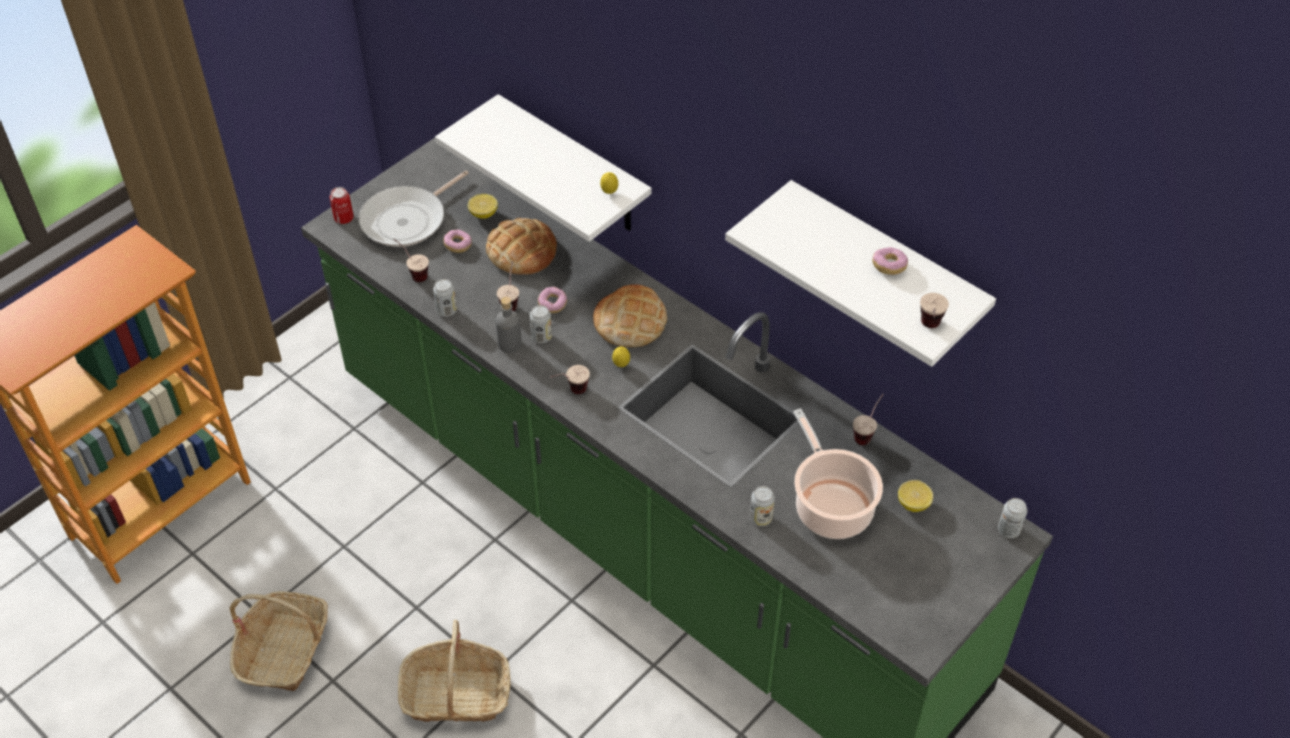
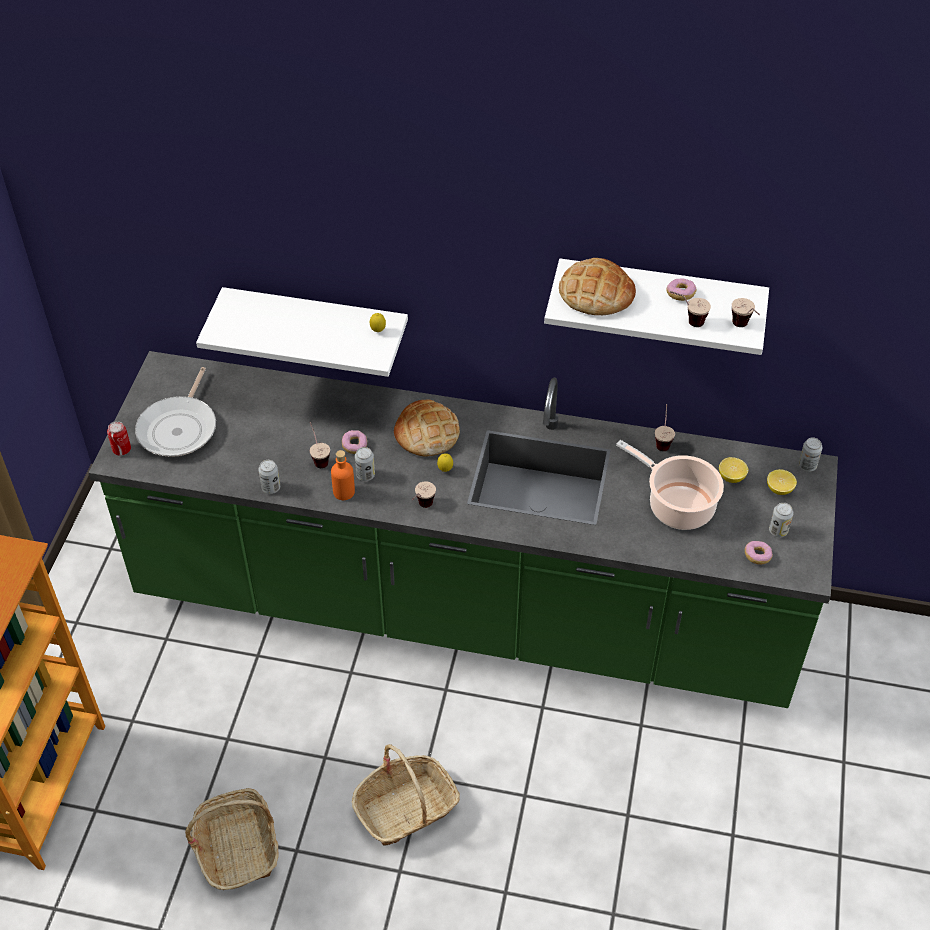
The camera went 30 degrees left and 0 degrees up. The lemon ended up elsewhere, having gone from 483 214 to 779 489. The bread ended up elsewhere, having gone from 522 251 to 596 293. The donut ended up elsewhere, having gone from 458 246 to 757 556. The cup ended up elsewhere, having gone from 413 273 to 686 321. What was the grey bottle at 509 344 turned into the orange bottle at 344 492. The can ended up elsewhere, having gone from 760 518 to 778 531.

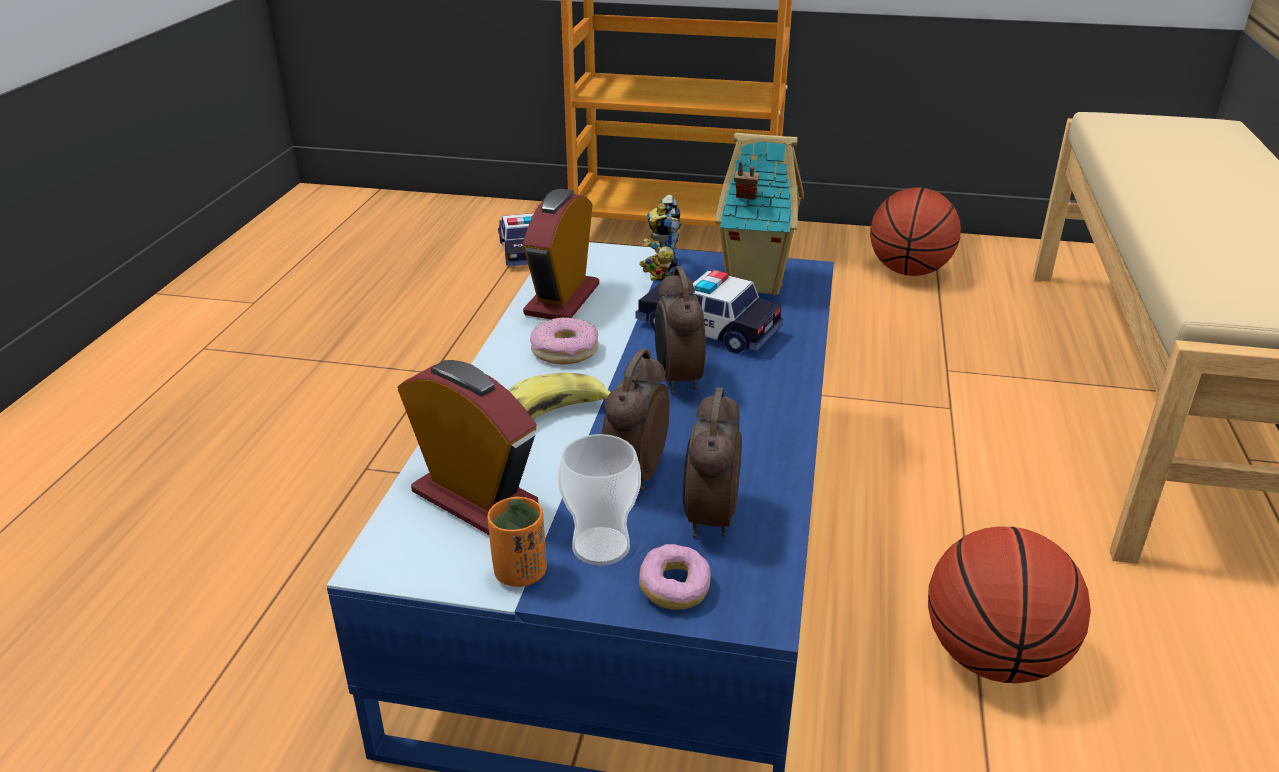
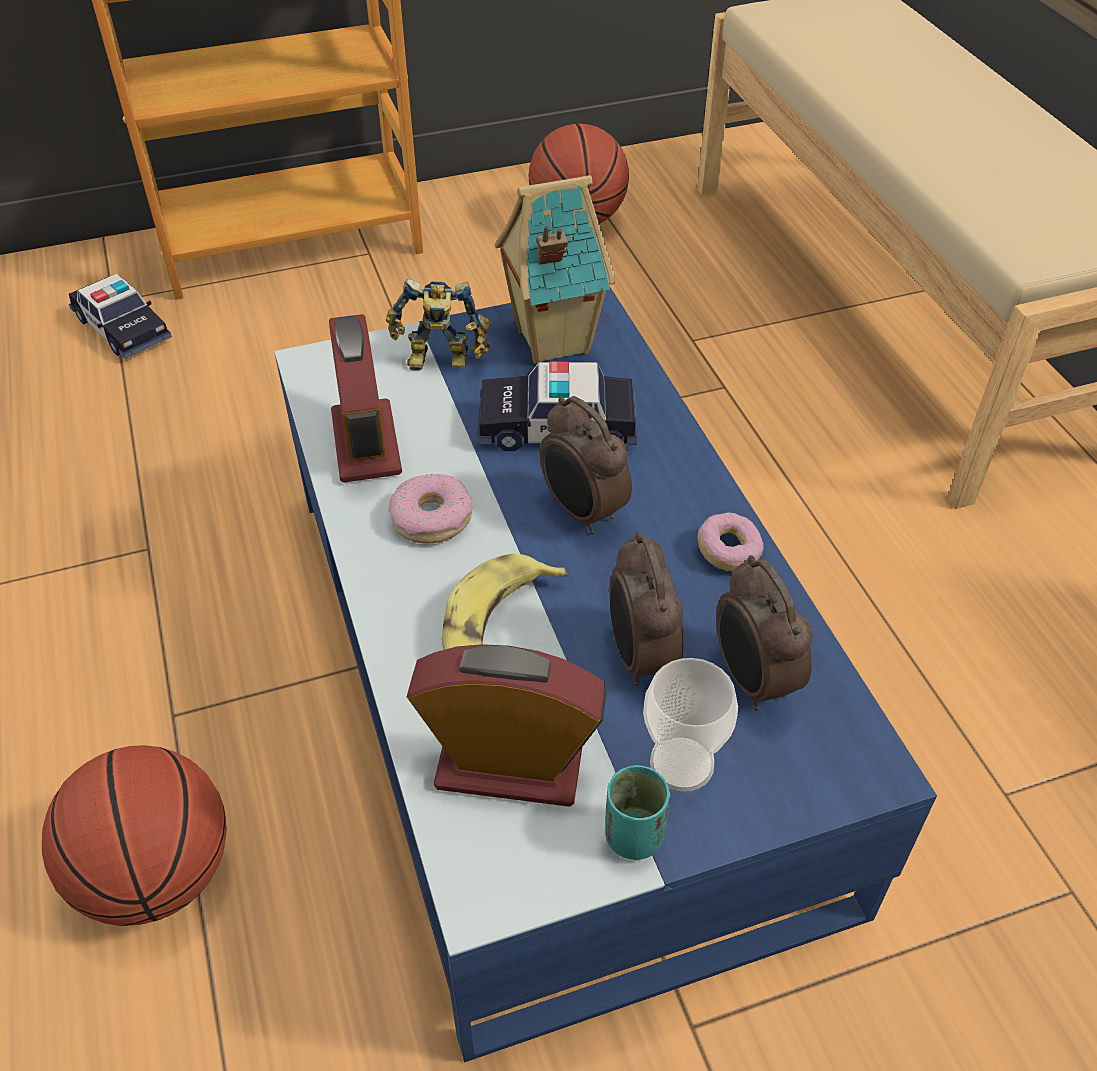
The camera went 30 degrees left and 15 degrees up. The toy robot at 659 272 ended up facing another way, 60 degrees counterclockwise from before. What was the orange cup at 520 573 turned into the turquoise cup at 633 836. The basketball ended up elsewhere, having gone from 993 658 to 158 875. The donut ended up elsewhere, having gone from 674 589 to 728 552.

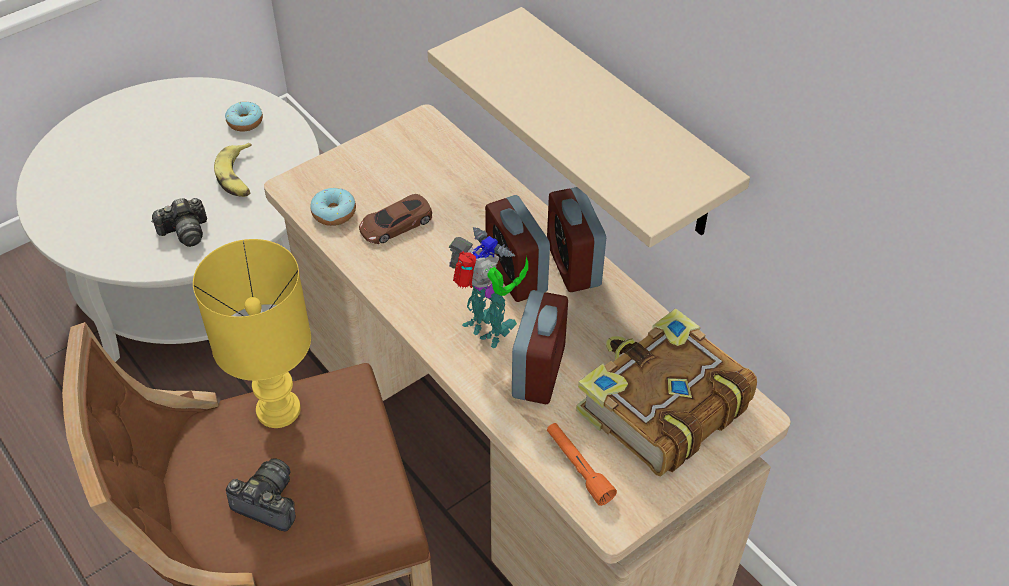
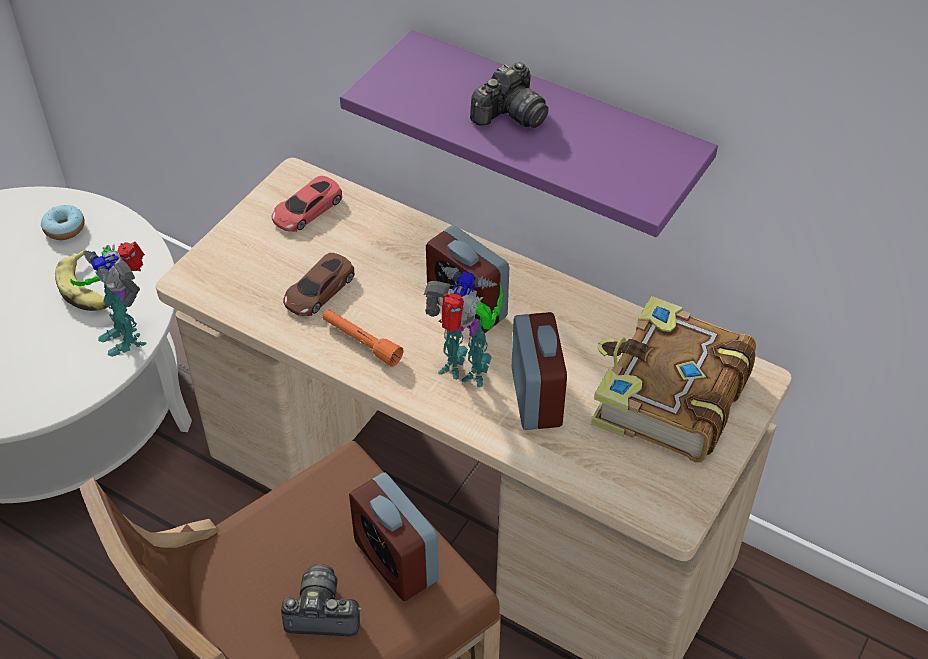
The camera went 20 degrees left and 0 degrees up. What was the beige shelf at 623 126 turned into the purple shelf at 554 128. The alarm clock ended up elsewhere, having gone from 573 265 to 396 561. The second view lost the donut at 334 213. The photo camera ended up elsewhere, having gone from 185 232 to 510 114. The second view lost the yellow table lamp at 279 408. The orange flashlight ended up elsewhere, having gone from 578 467 to 361 342. The second view gained the red toy car at 307 209. The second view gained the toy robot at 126 335.

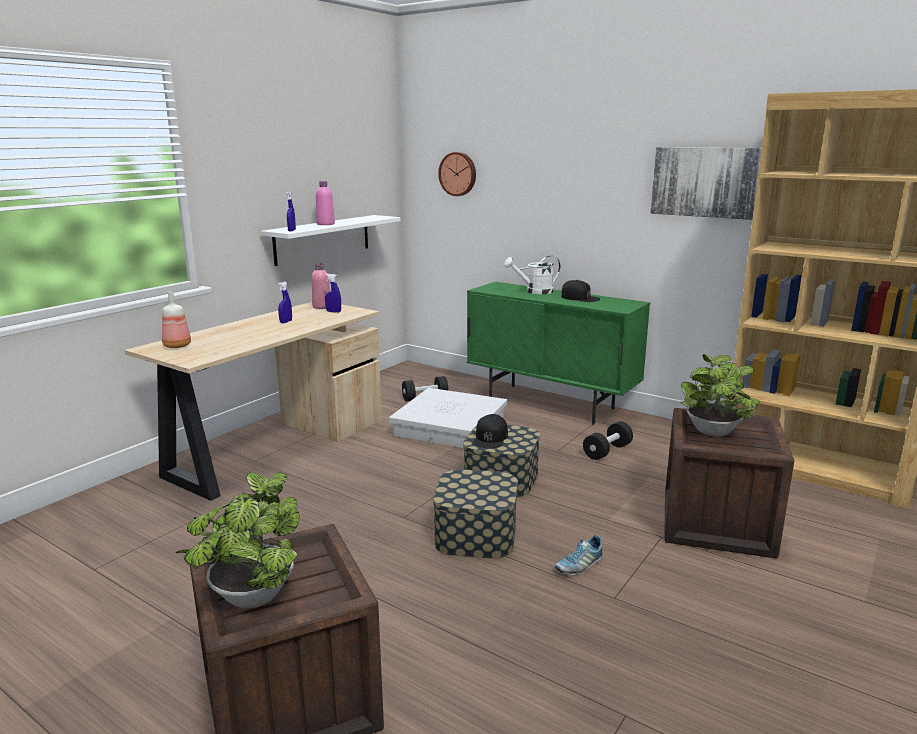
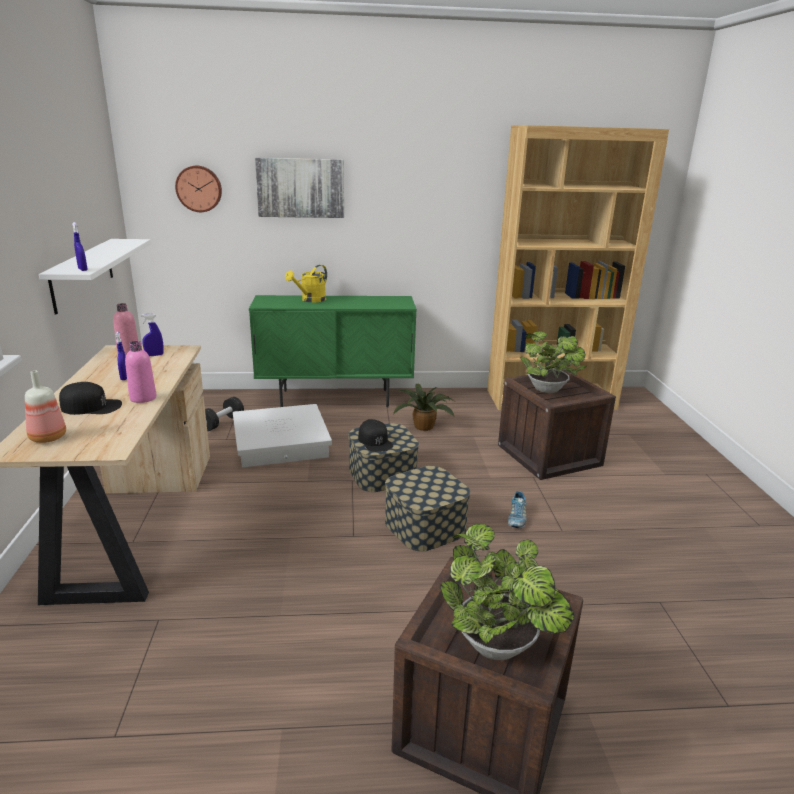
The camera went 40 degrees left and 5 degrees up. The picture ended up elsewhere, having gone from 705 182 to 300 188. The pink bottle ended up elsewhere, having gone from 325 224 to 143 398. What was the white watering can at 534 291 turned into the yellow watering can at 310 300. The black cap ended up elsewhere, having gone from 580 298 to 91 406. Where the black dumbbell stood at 607 451, the potted plant came to stand at 424 426.

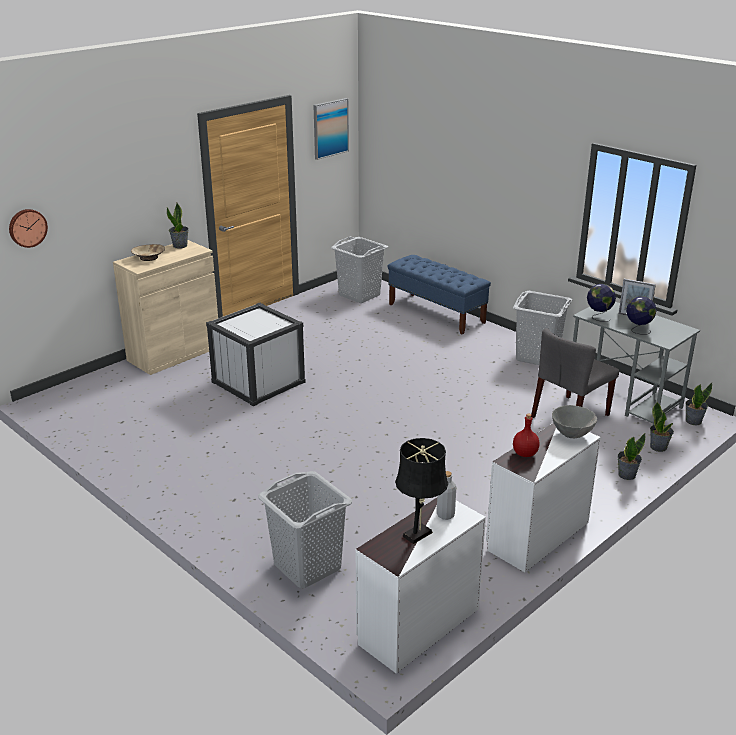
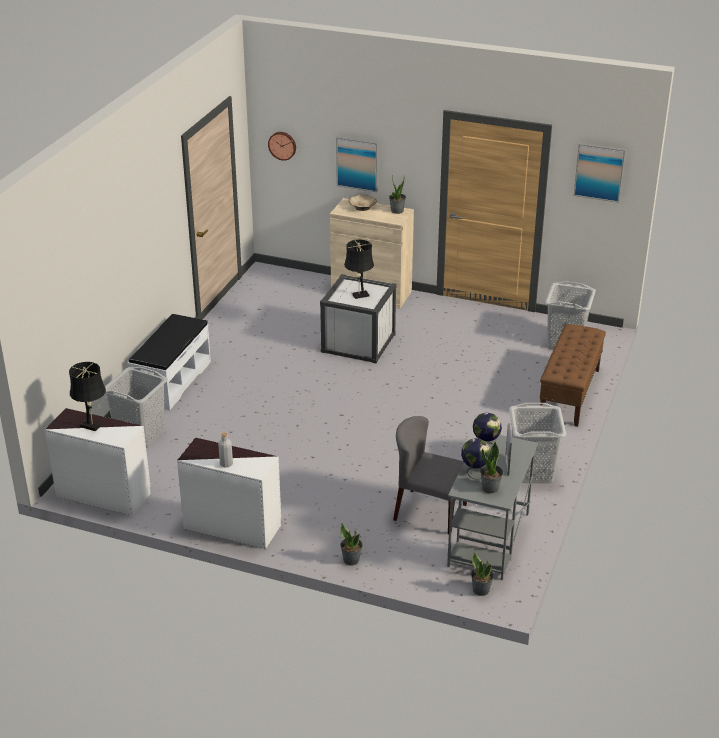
The camera went 65 degrees right and 5 degrees up. What was the blue bench at 436 313 turned into the brown bench at 569 394. The potted plant ended up elsewhere, having gone from 658 447 to 490 488. The second view lost the grey bowl at 572 434. The second view lost the red bottle at 525 453. The grey bottle ended up elsewhere, having gone from 445 515 to 226 464. The second view gained the picture at 357 163. The second view gained the black table lamp at 359 295. The second view gained the white bench at 172 381.

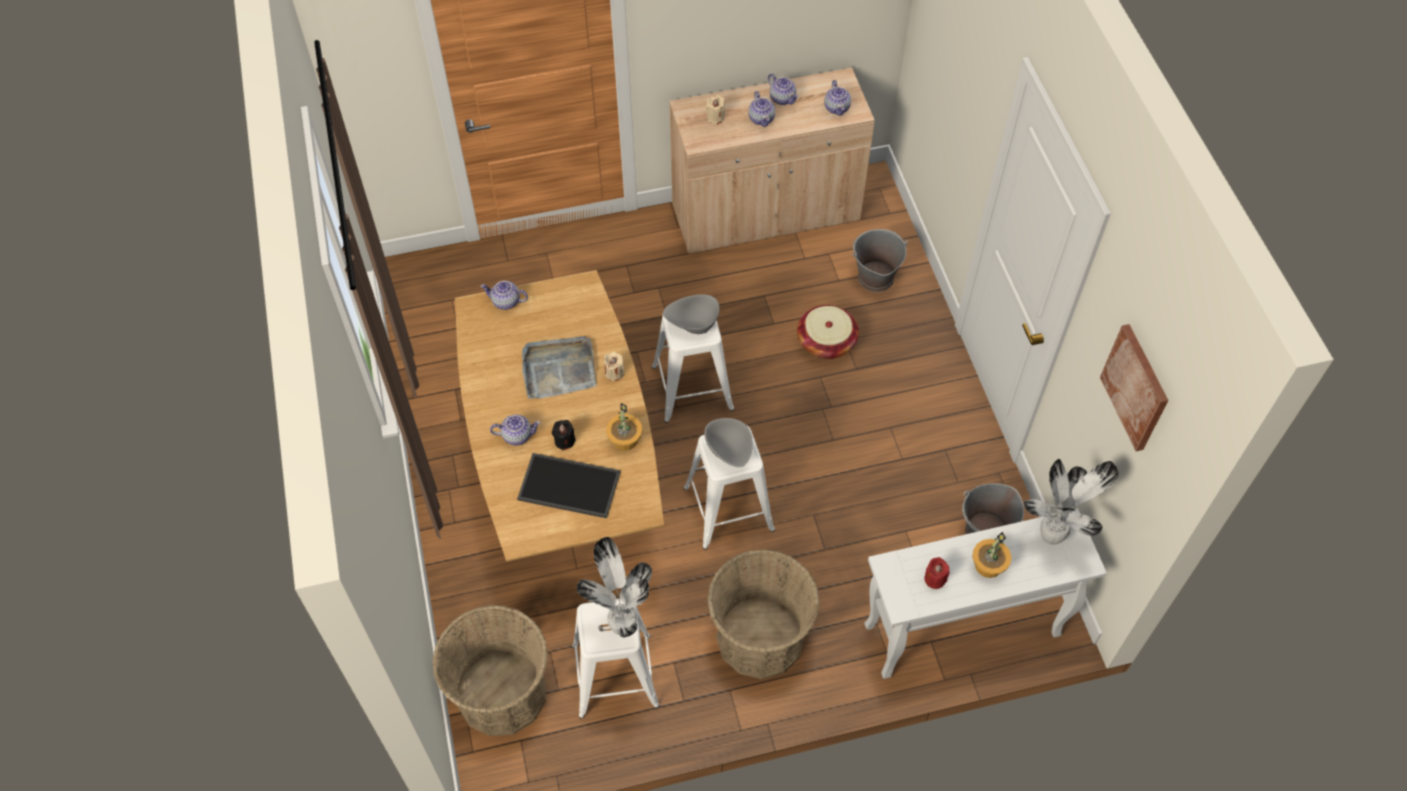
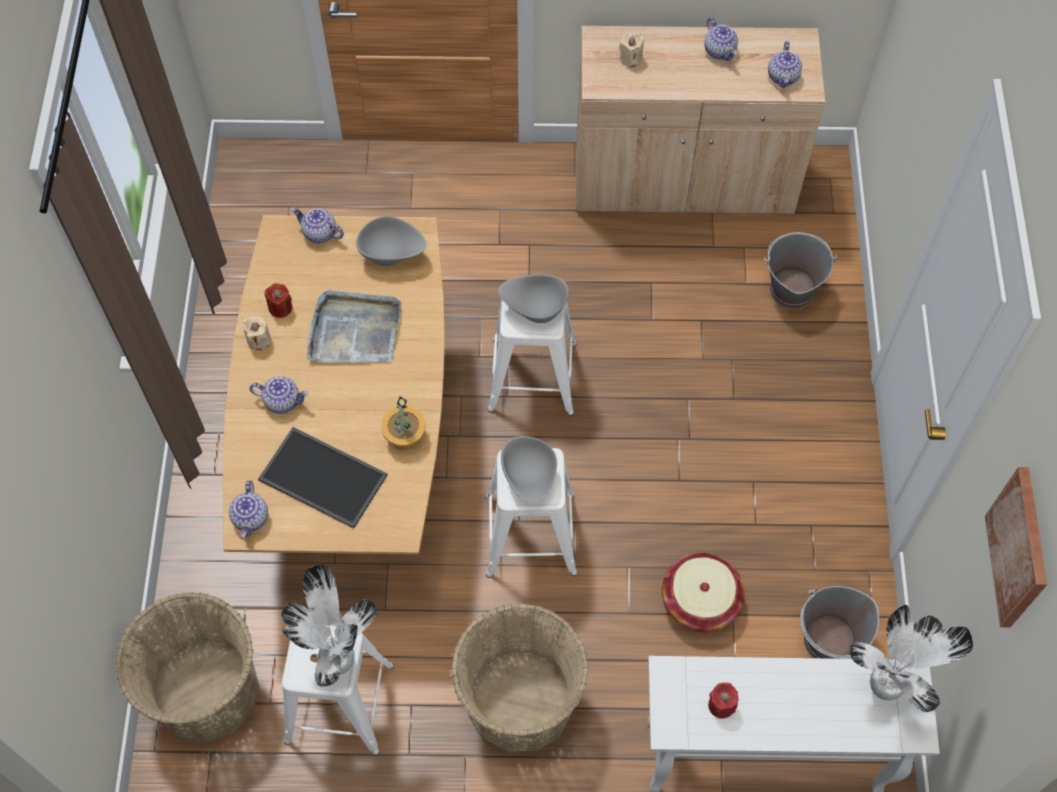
The camera went 15 degrees right and 5 degrees up. The teapot ended up elsewhere, having gone from 762 119 to 251 518. The basket ended up elsewhere, having gone from 826 342 to 700 601. The beige candle ended up elsewhere, having gone from 614 373 to 259 340. The second view lost the black candle at 564 441. The second view lost the potted plant at 988 565. The second view gained the grey bowl at 392 255. The second view gained the red candle at 280 307.

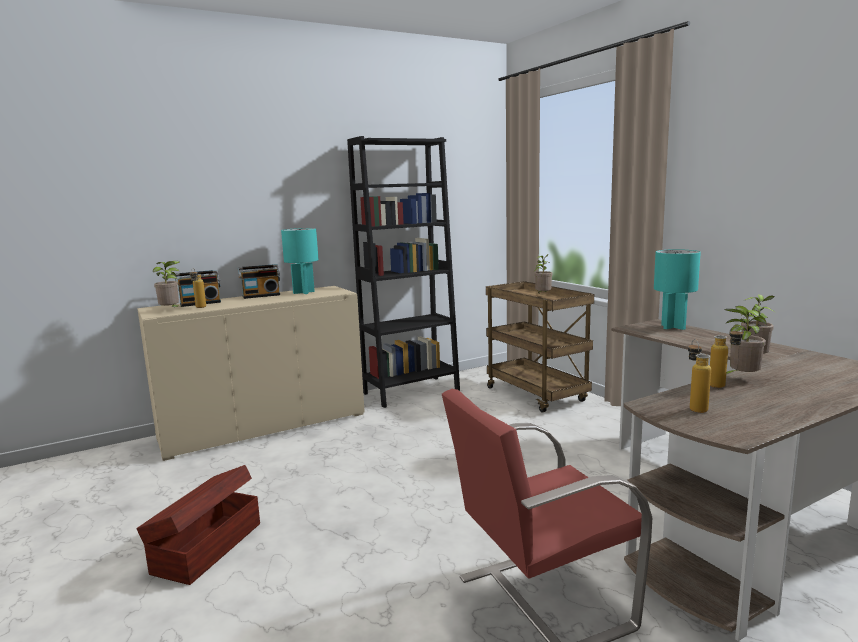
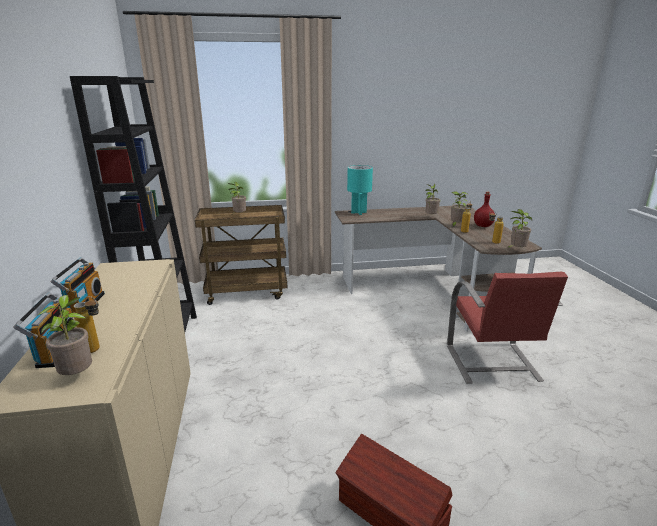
The camera went 70 degrees left and 10 degrees up. The second view lost the turquoise table lamp at 303 292. The second view gained the red bottle at 482 226. The second view gained the potted plant at 516 250.

